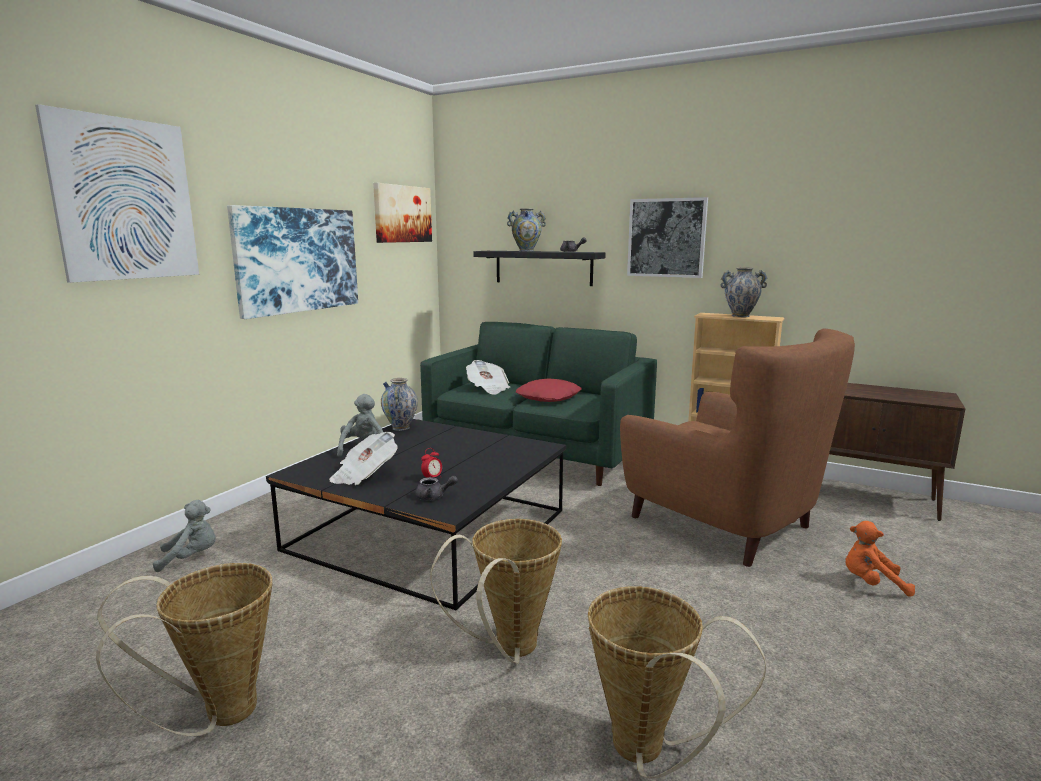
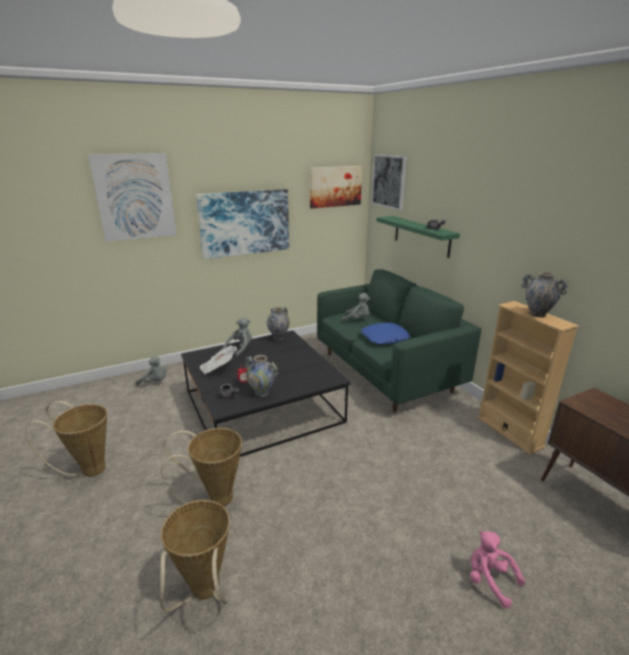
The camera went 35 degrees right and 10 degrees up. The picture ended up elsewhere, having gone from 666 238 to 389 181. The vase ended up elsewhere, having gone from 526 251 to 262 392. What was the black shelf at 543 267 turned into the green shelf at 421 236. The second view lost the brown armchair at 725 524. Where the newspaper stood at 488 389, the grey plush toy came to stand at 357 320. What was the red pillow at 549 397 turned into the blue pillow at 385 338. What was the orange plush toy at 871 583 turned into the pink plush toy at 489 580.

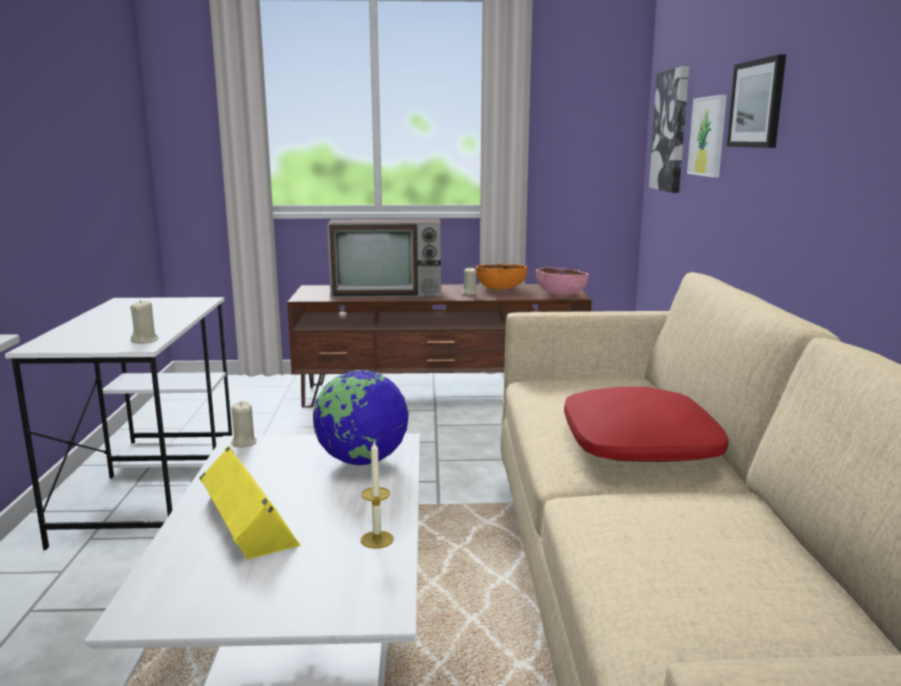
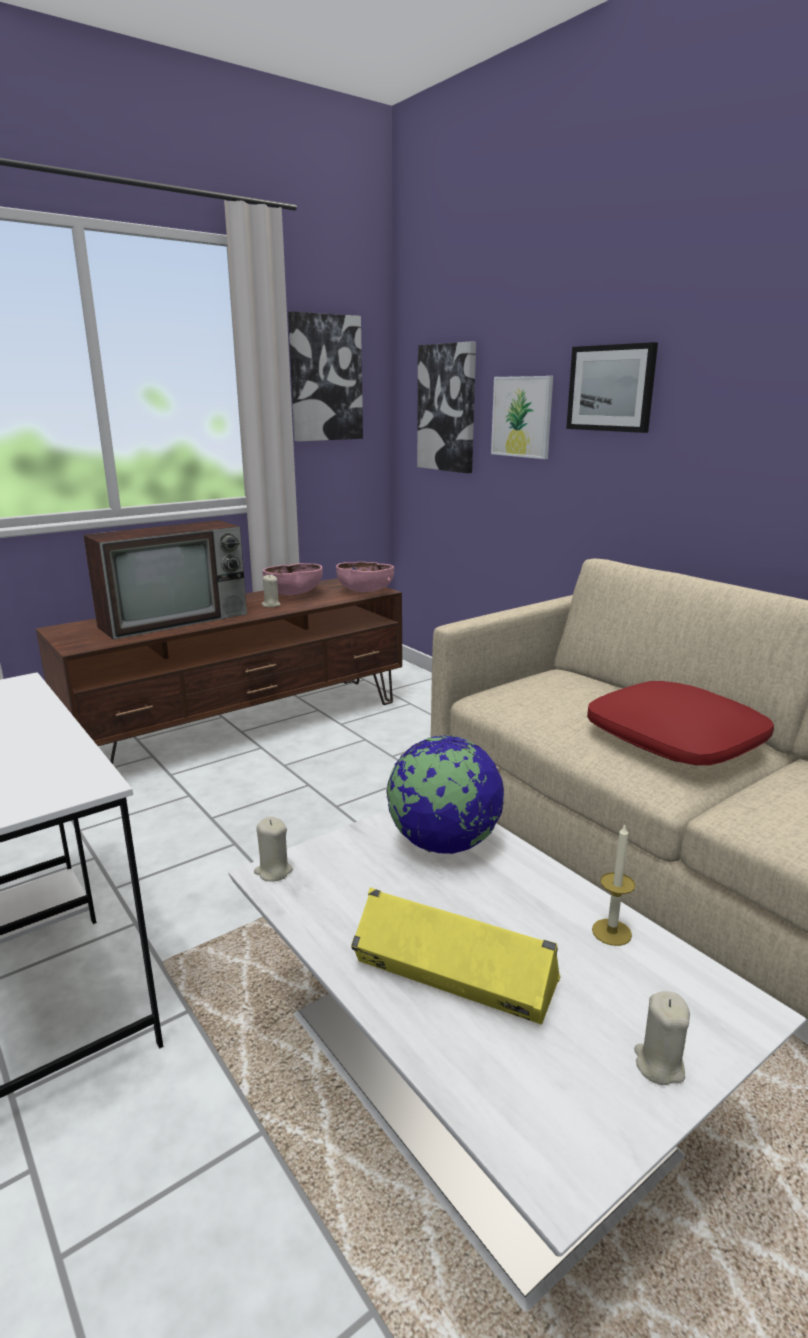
The camera went 35 degrees left and 5 degrees up. What was the orange bowl at 500 289 turned into the pink bowl at 294 594. The beige candle ended up elsewhere, having gone from 145 341 to 659 1064. The second view gained the picture at 325 378.

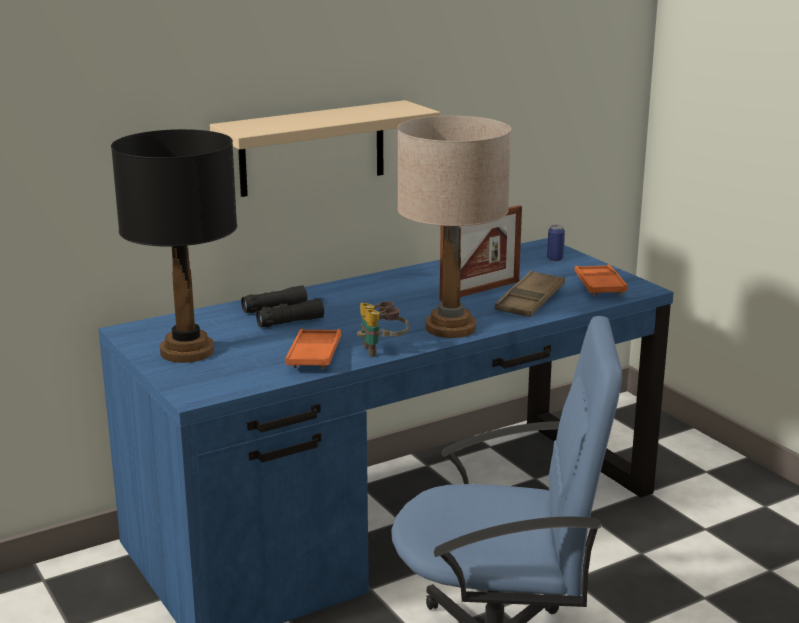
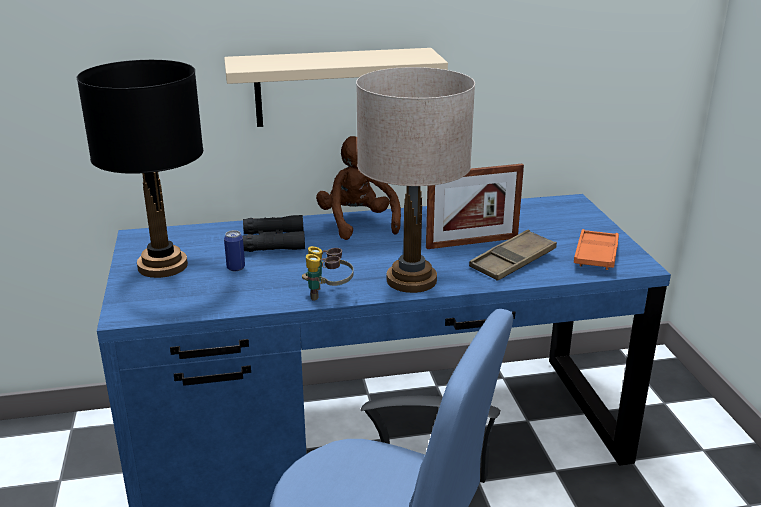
The camera went 20 degrees right and 5 degrees up. The can ended up elsewhere, having gone from 555 259 to 236 268. The second view lost the orange tray at 314 354. The second view gained the brown plush toy at 357 223.

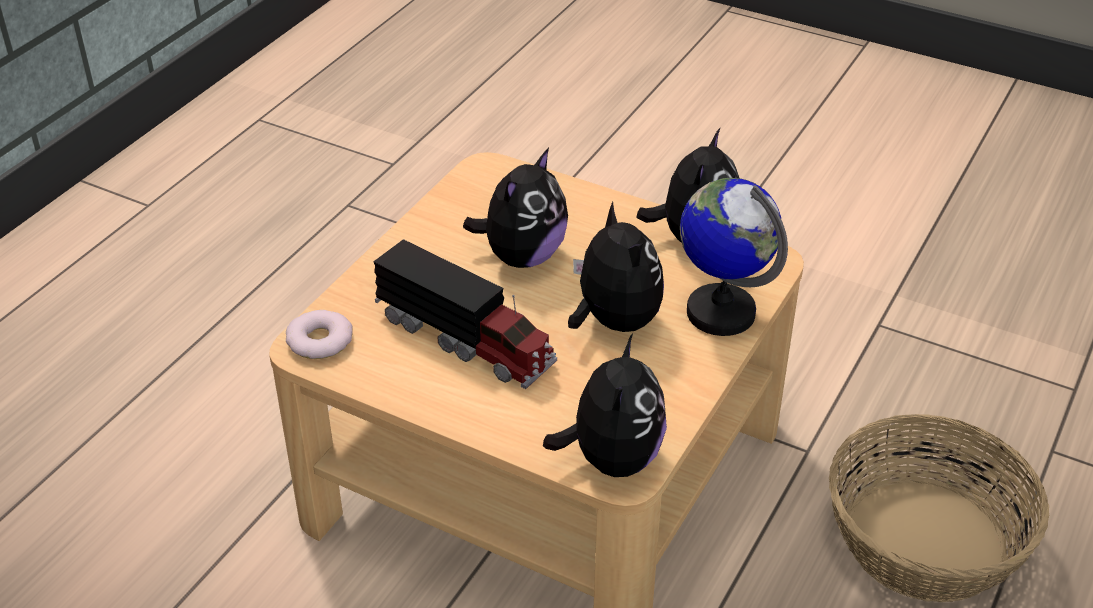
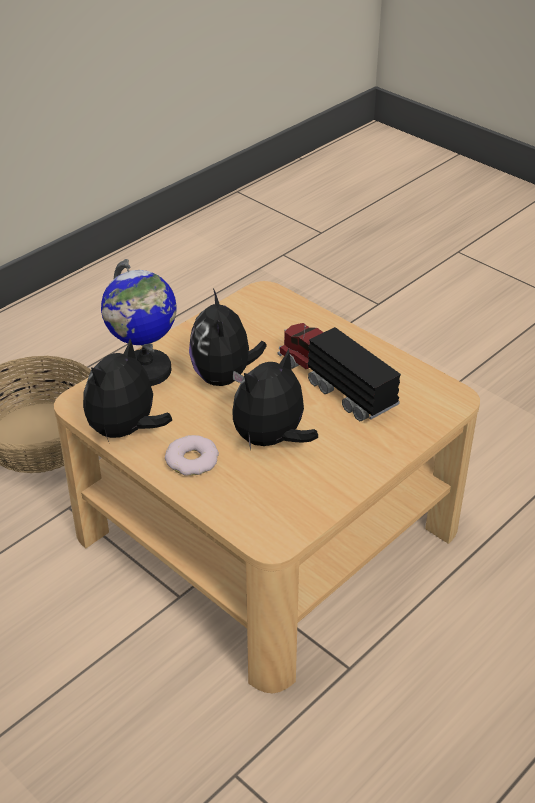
The camera went 165 degrees left and 0 degrees up. The donut ended up elsewhere, having gone from 319 340 to 192 460. The second view lost the plush toy at 612 458.

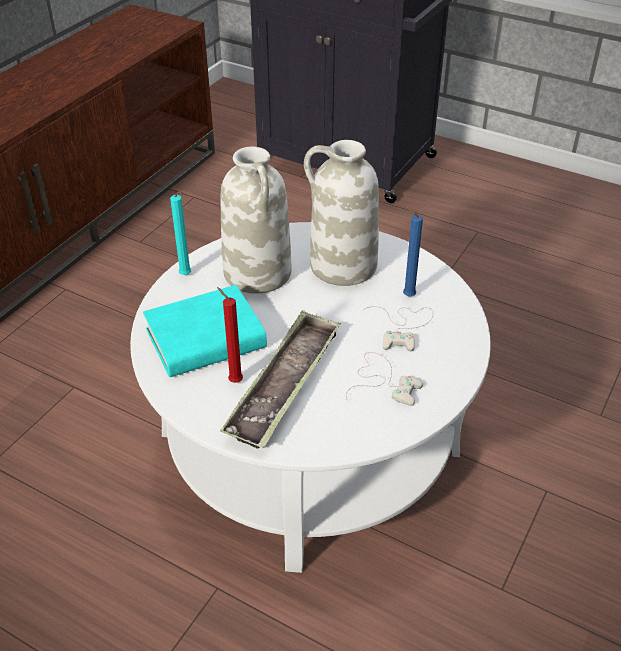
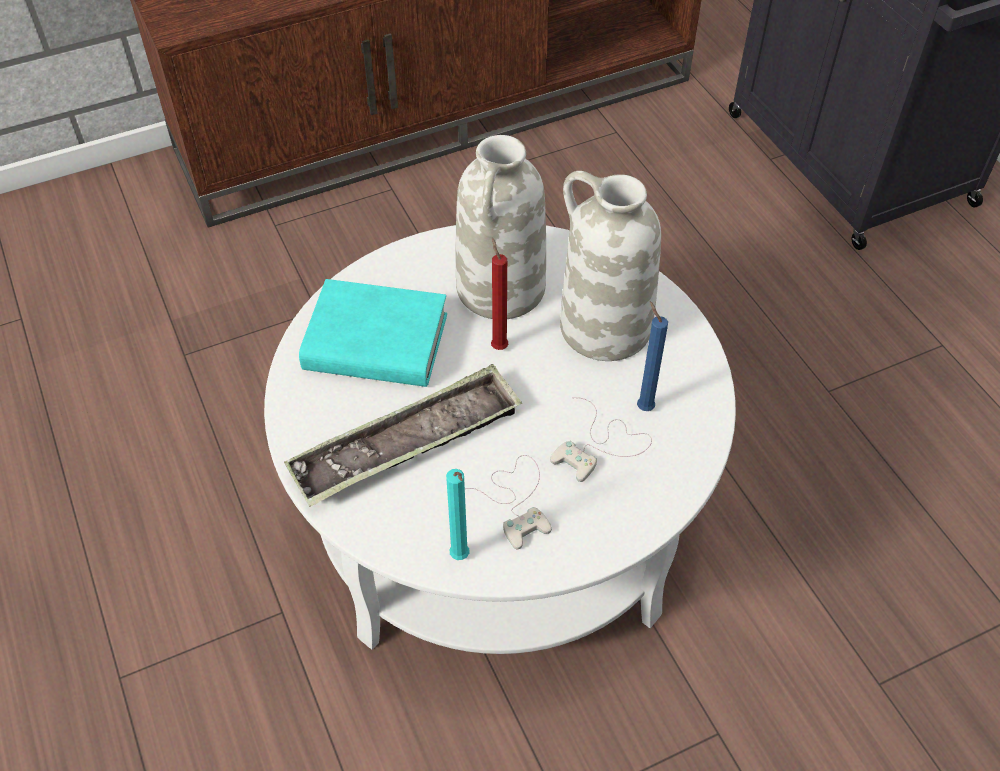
The camera went 35 degrees right and 10 degrees up. The turquoise candle ended up elsewhere, having gone from 187 276 to 460 558. The red candle ended up elsewhere, having gone from 234 380 to 498 345.

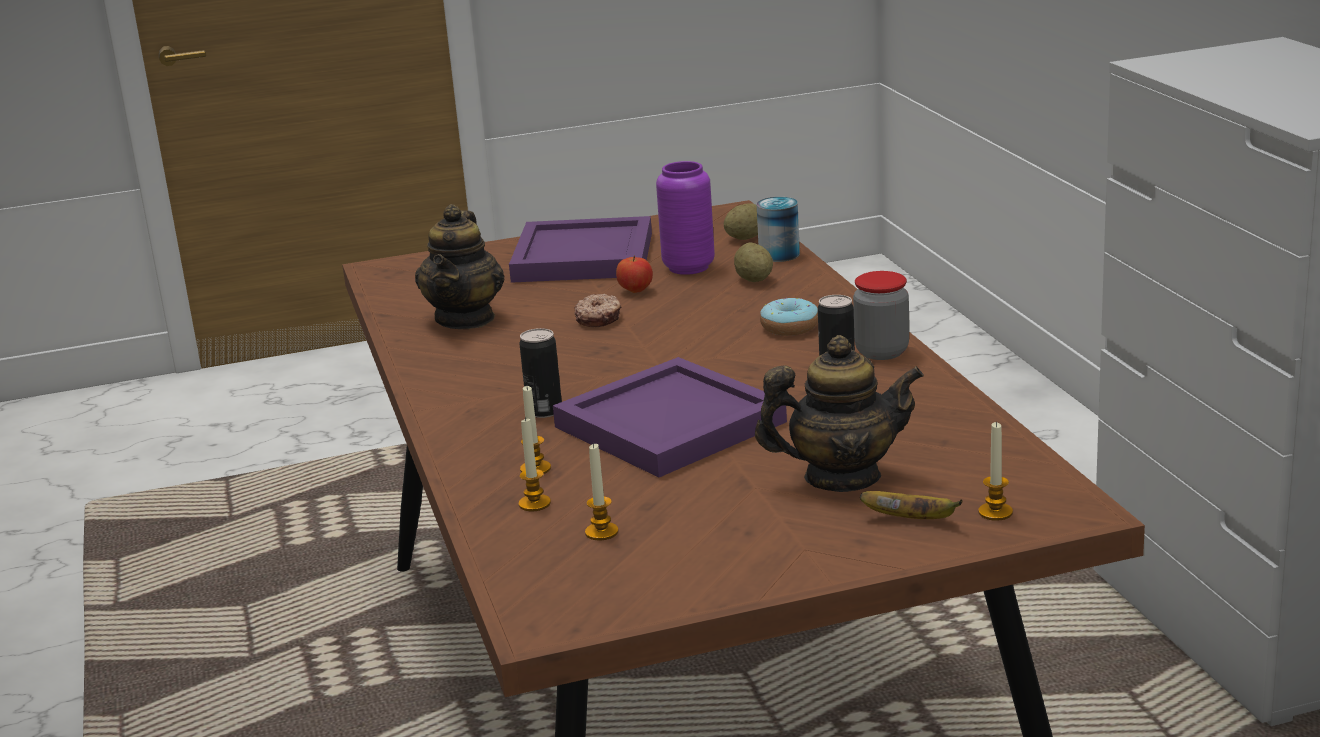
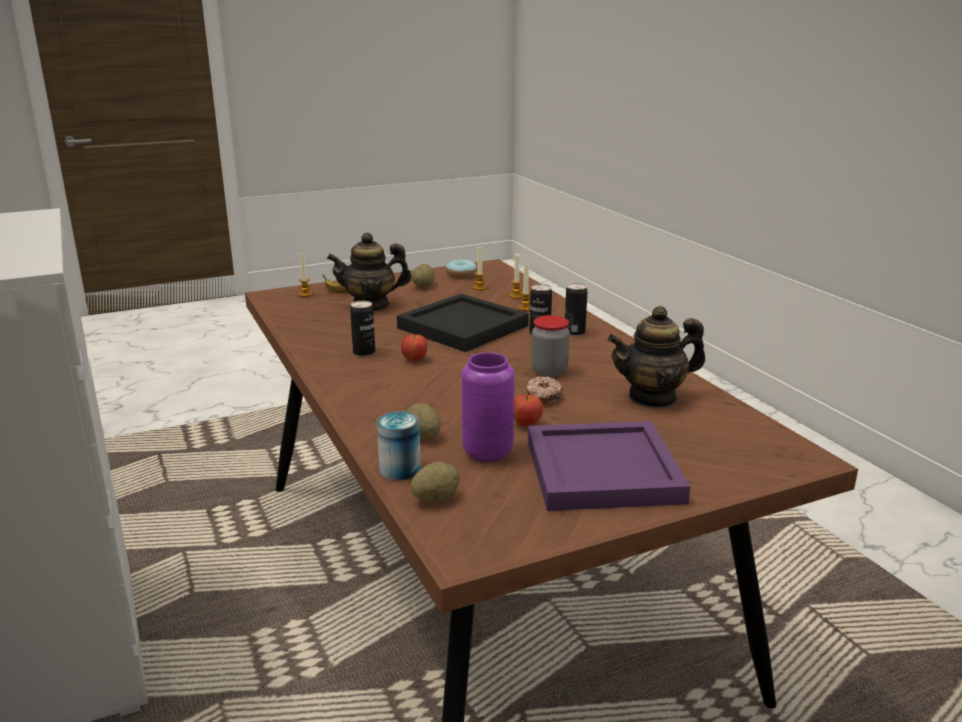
The camera went 170 degrees right and 0 degrees up. The teapot at 466 319 ended up facing another way, 105 degrees counterclockwise from before. The jar ended up elsewhere, having gone from 882 352 to 549 371. The donut ended up elsewhere, having gone from 789 327 to 461 275. What was the purple tray at 673 424 turned into the black tray at 460 327. The second view gained the potato at 423 286. The second view gained the can at 574 332. The second view gained the apple at 414 360.

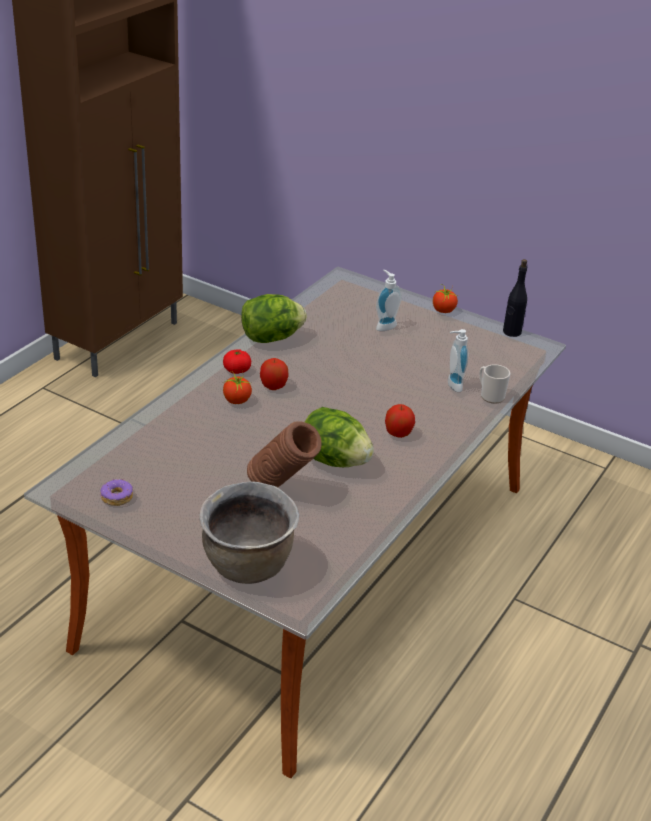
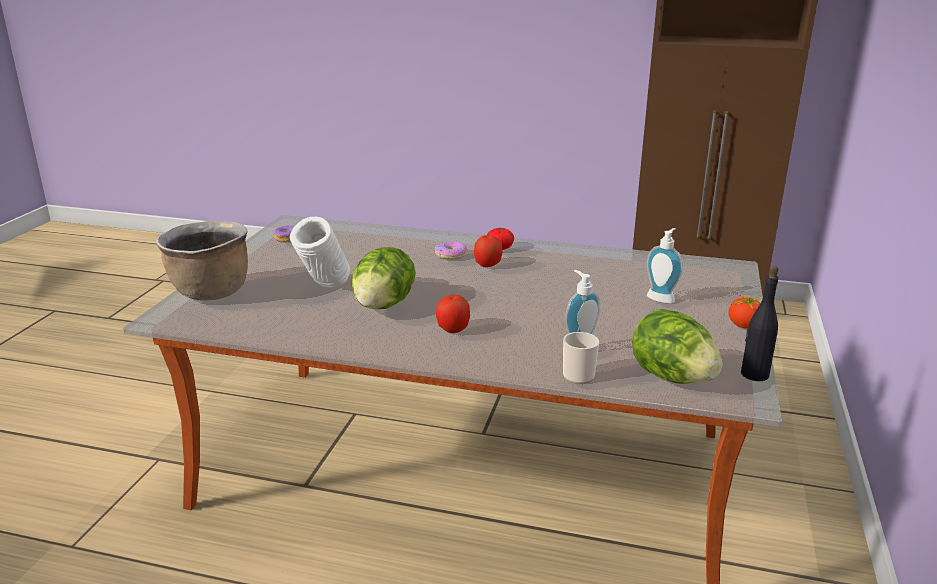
The camera went 75 degrees right and 10 degrees down. The lettuce ended up elsewhere, having gone from 271 338 to 672 377. Where the tomato stood at 236 400, the donut came to stand at 451 255. What was the brown vase at 282 490 turned into the white vase at 324 290.

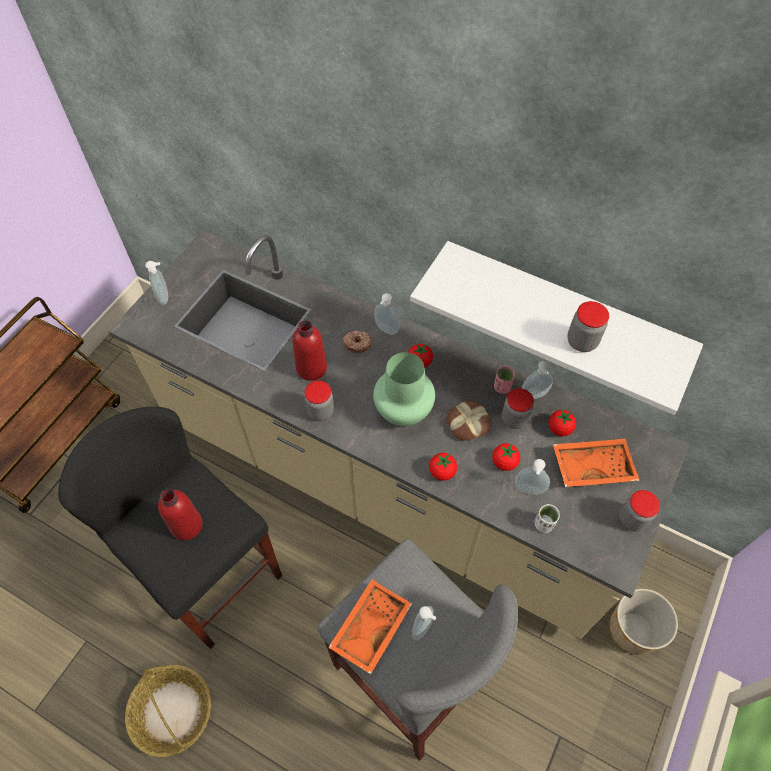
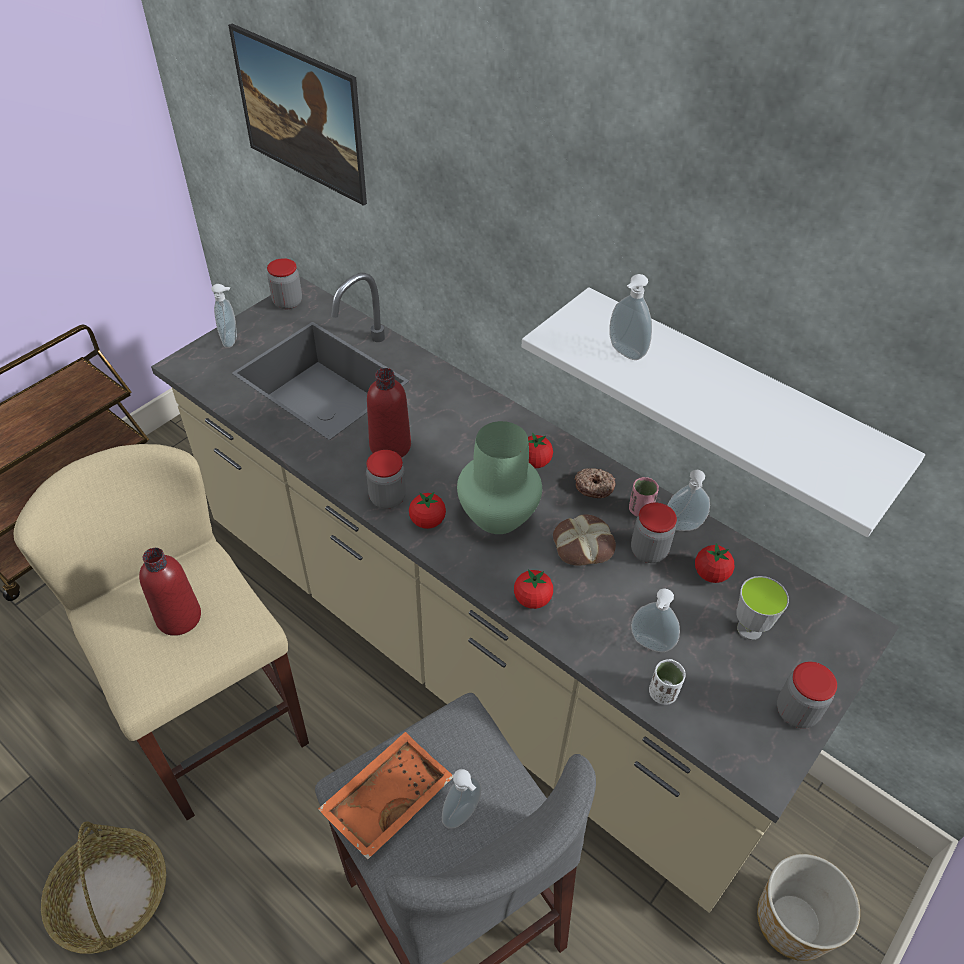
The camera went 10 degrees right and 10 degrees down. The soap dispenser ended up elsewhere, having gone from 385 330 to 624 353. The jar ended up elsewhere, having gone from 582 341 to 287 302. The donut ended up elsewhere, having gone from 357 343 to 594 486. What was the black stool at 209 574 turned into the beige stool at 214 722. Where the orange tray stood at 592 465, the cup came to stand at 749 629. The tomato ended up elsewhere, having gone from 504 462 to 427 521. The second view gained the picture at 304 145.

